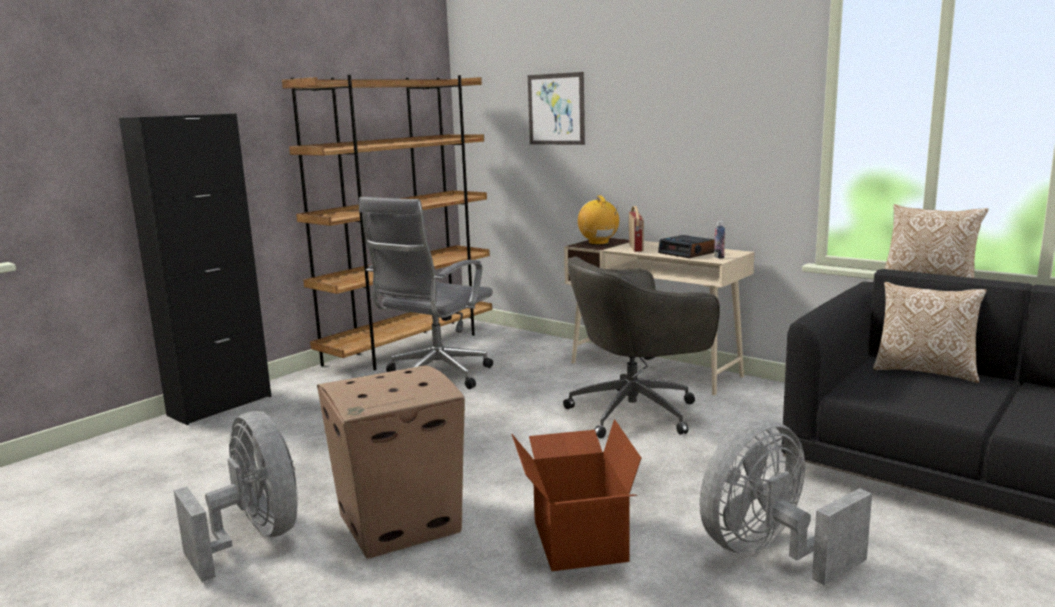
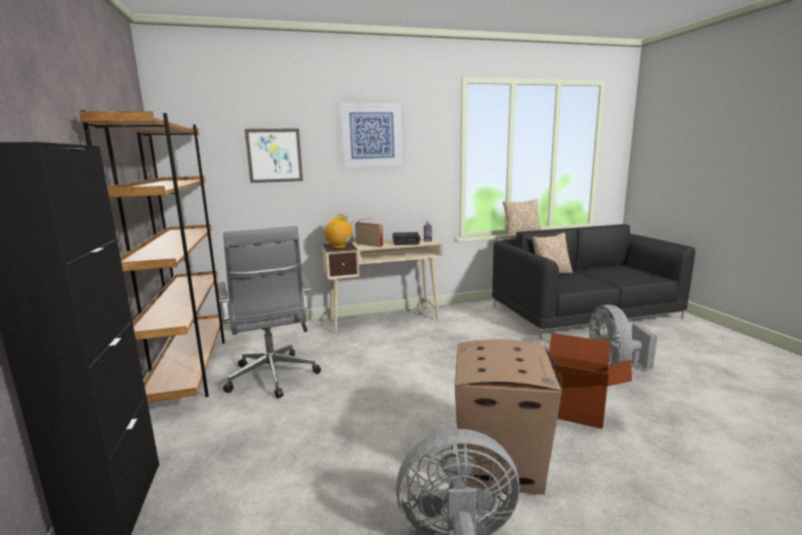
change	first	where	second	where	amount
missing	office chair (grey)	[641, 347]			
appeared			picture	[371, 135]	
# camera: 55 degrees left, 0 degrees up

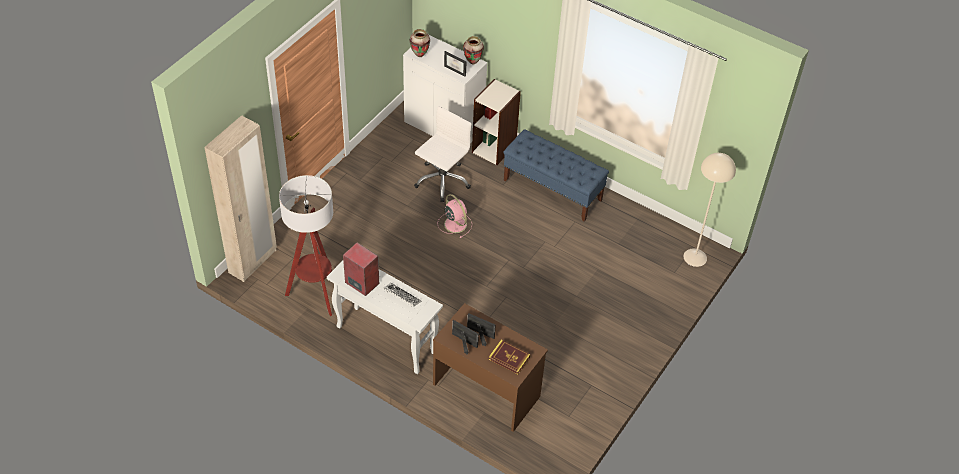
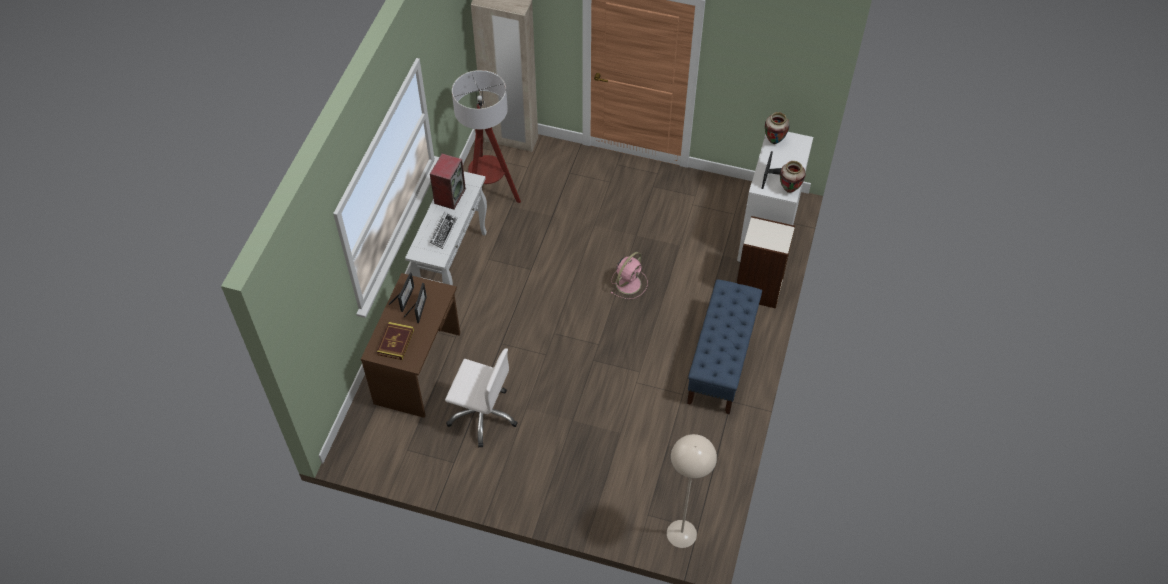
change	first	where	second	where	amount
relocated	office chair (white)	[442, 154]		[481, 397]	
# camera: 75 degrees right, 5 degrees up

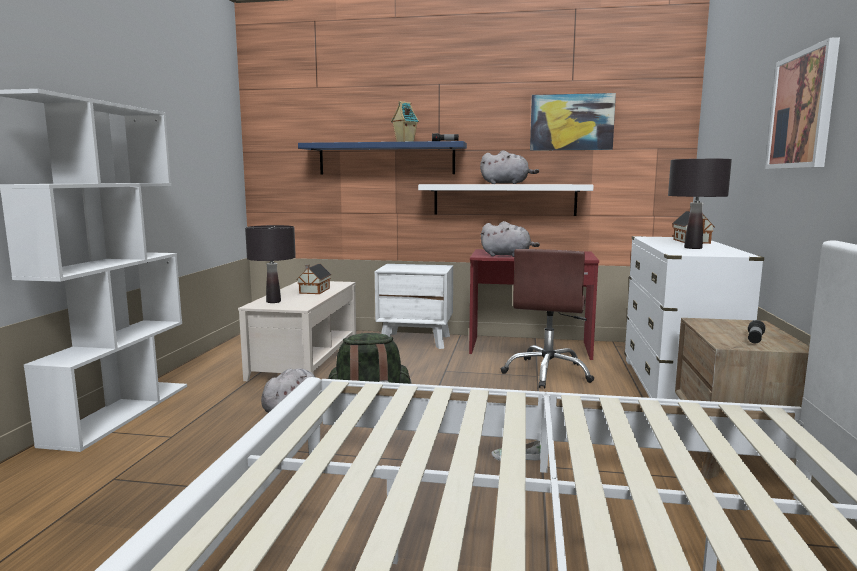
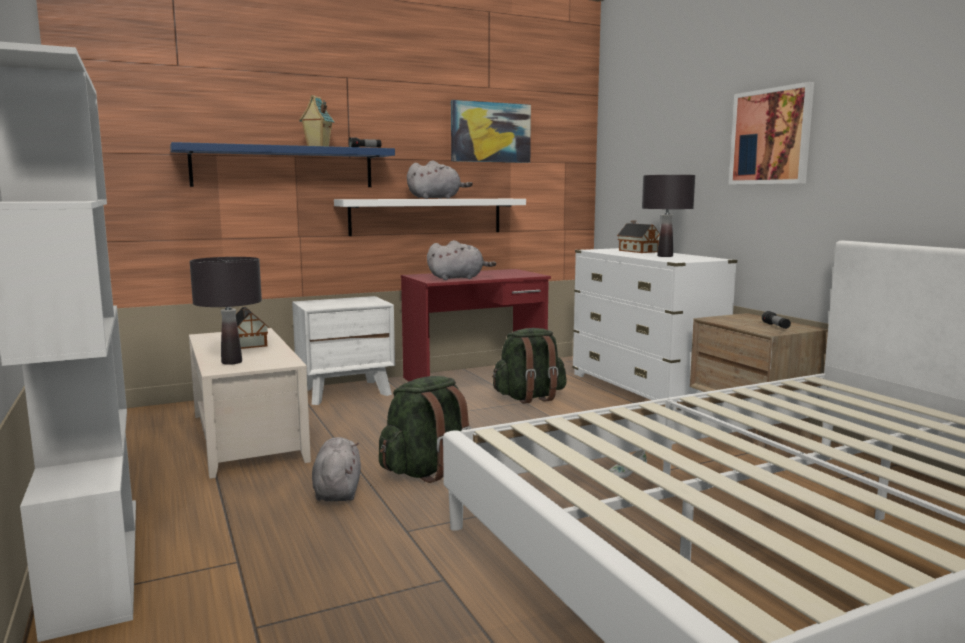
change	first	where	second	where	amount
exchanged	office chair (brown)	[547, 318]	backpack (green)	[529, 366]	
# camera: 35 degrees left, 0 degrees up

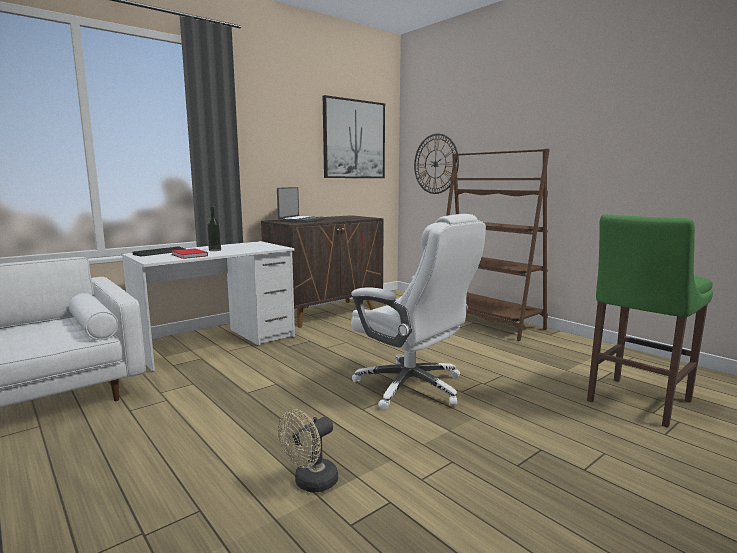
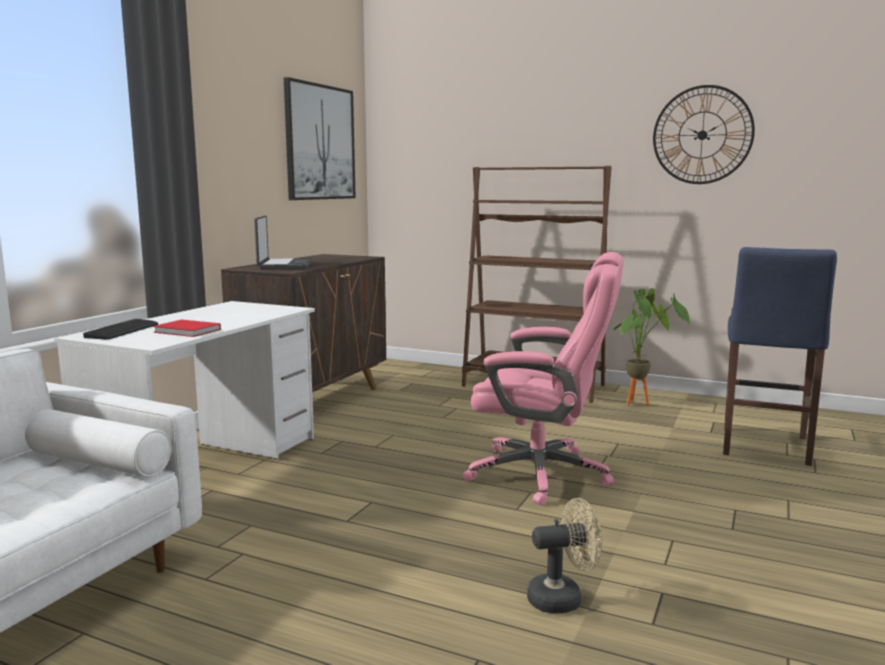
change	first	where	second	where	amount
missing	bottle	[214, 228]			
appeared			potted plant	[652, 347]	
relocated	wall clock	[436, 163]		[704, 134]	
colour	office chair (white)	[418, 312]	office chair (pink)	[543, 379]	
colour	stool (green)	[650, 321]	stool (blue)	[780, 356]	
spun	fan (beige)	[308, 450]		[564, 556]	120 degrees counterclockwise
# camera: 25 degrees left, 0 degrees up

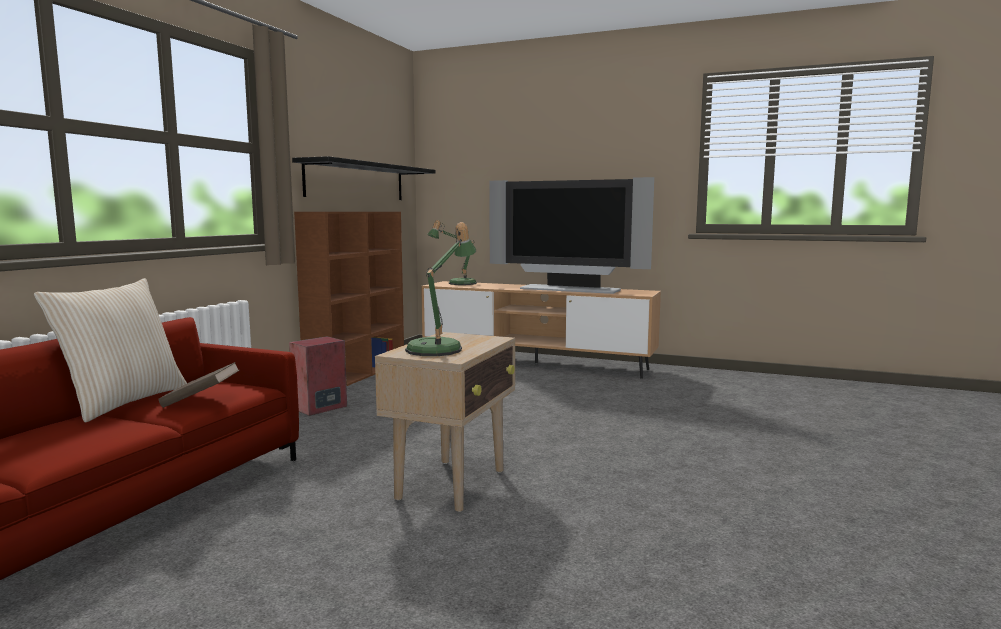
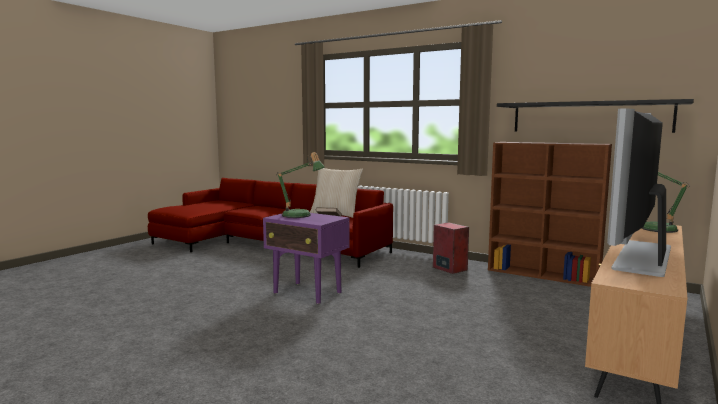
change	first	where	second	where	amount
colour	side table (beige)	[445, 422]	side table (purple)	[306, 258]	
# camera: 100 degrees right, 0 degrees up

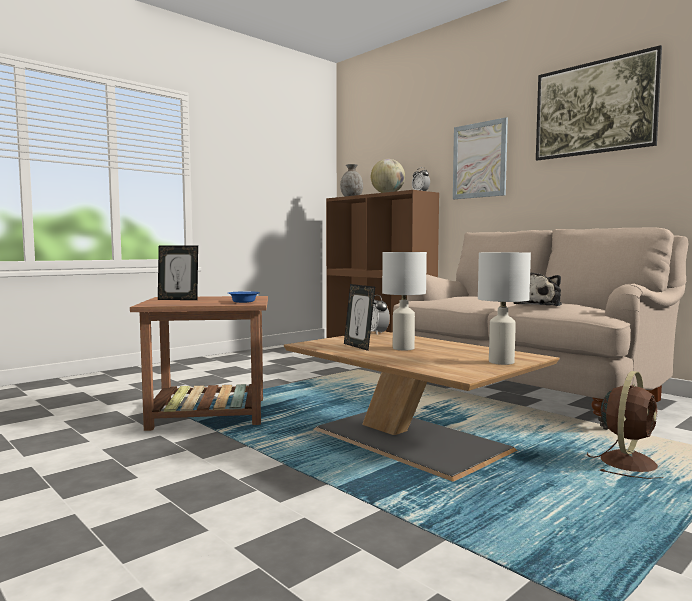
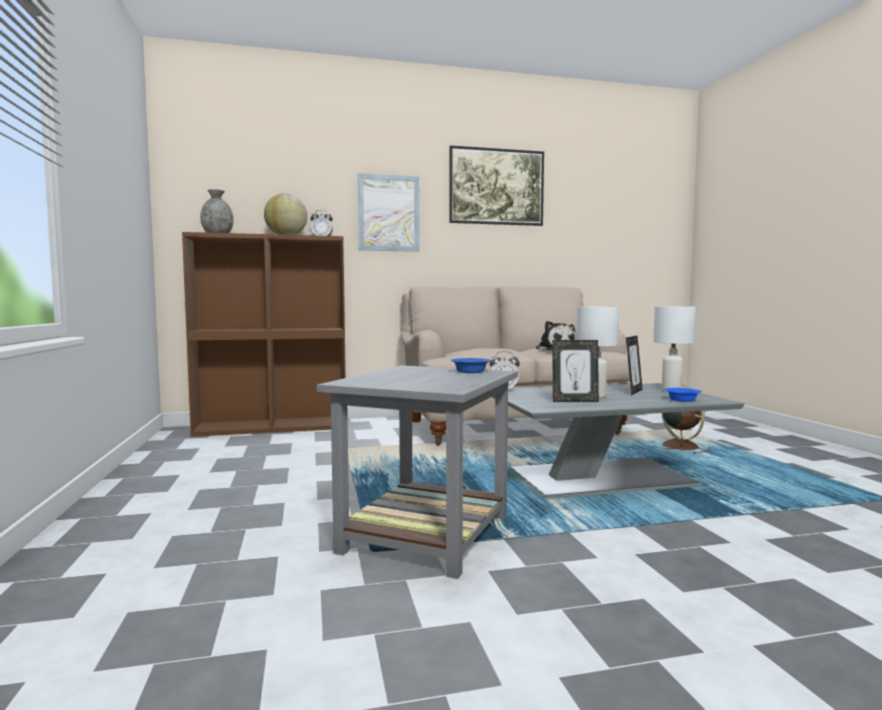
change	first	where	second	where	amount
appeared			bowl (blue)	[683, 395]	
relocated	picture frame	[178, 273]		[634, 365]	
colour	side table (brown)	[199, 363]	side table (grey)	[417, 472]	
colour	coffee table (brown)	[421, 406]	coffee table (grey)	[618, 441]	
# camera: 60 degrees left, 0 degrees up

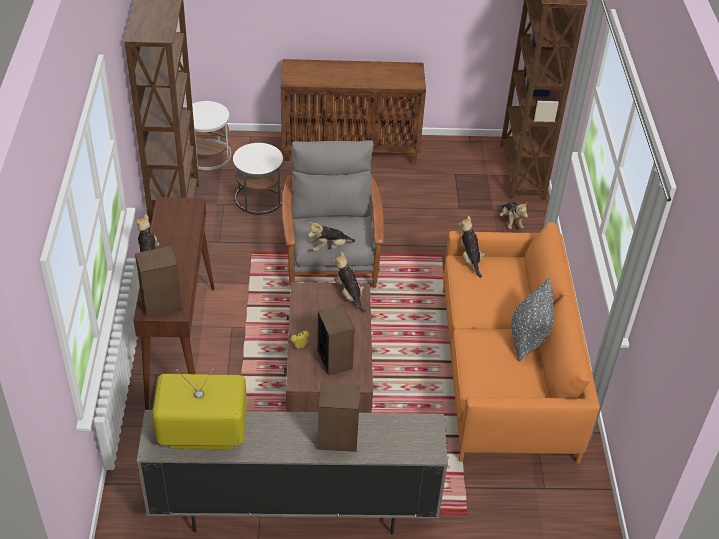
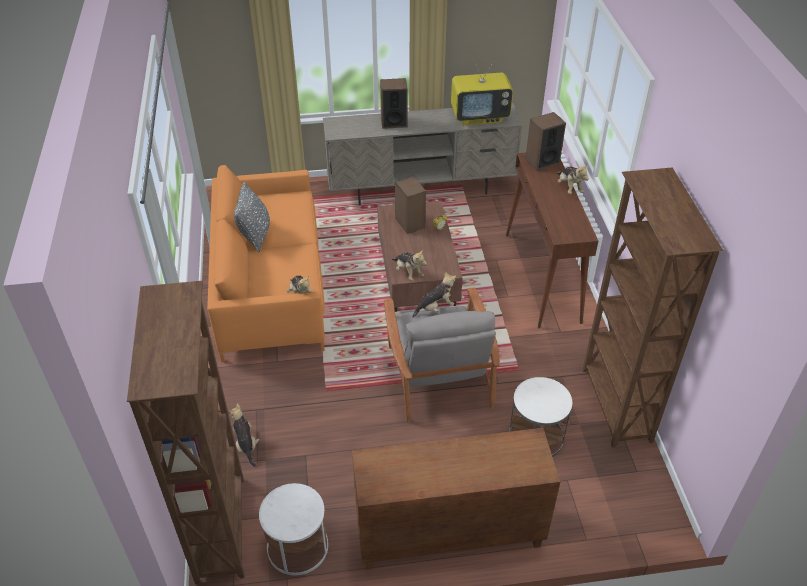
change	first	where	second	where	amount
relocated	side table (white)	[208, 135]		[293, 529]	
# camera: 175 degrees right, 0 degrees up

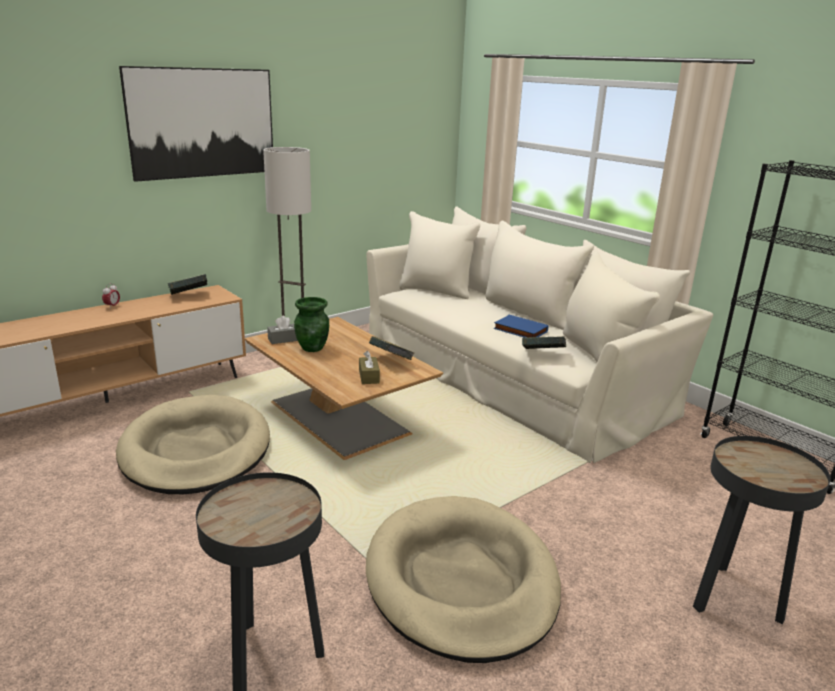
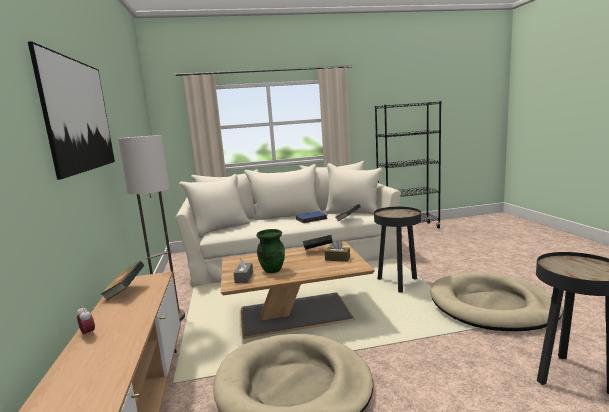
change	first	where	second	where	amount
relocated	side table (black)	[762, 530]		[397, 249]	
# camera: 60 degrees left, 10 degrees down

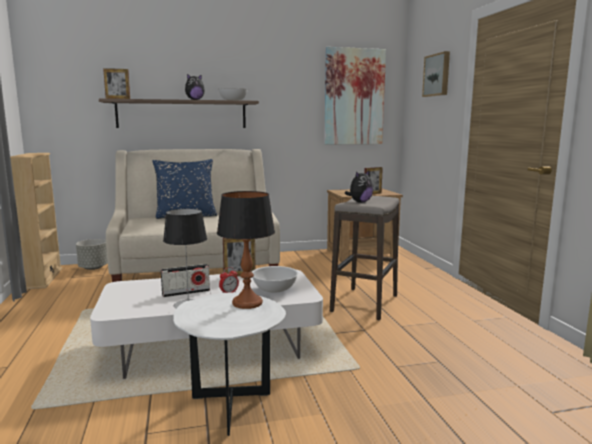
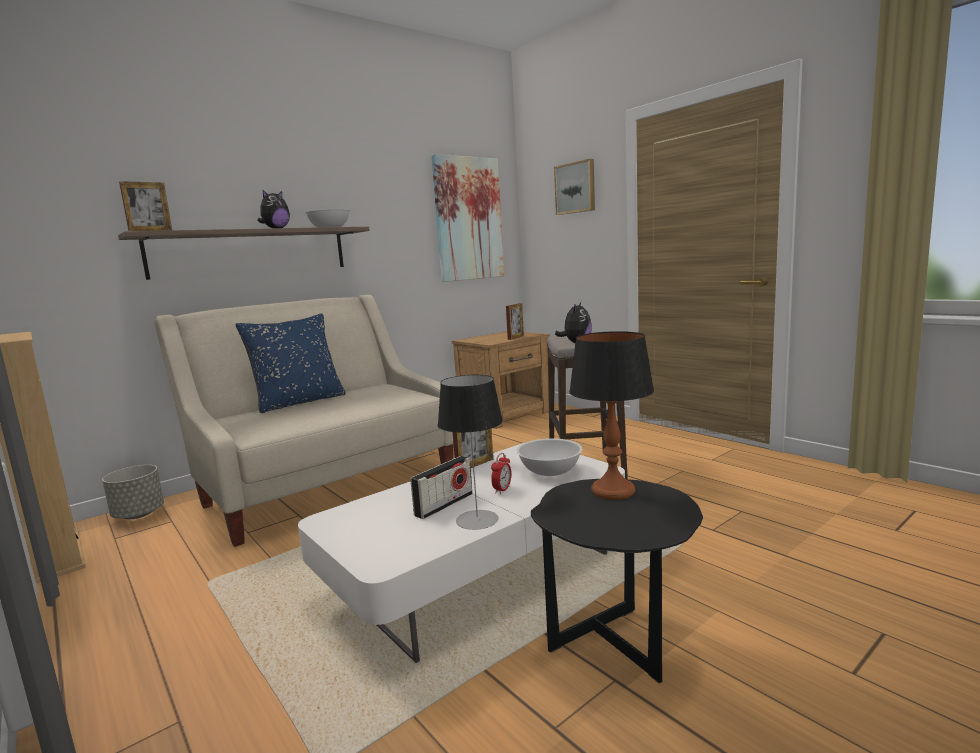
change	first	where	second	where	amount
colour	side table (white)	[229, 364]	side table (black)	[617, 581]	
# camera: 25 degrees left, 0 degrees up

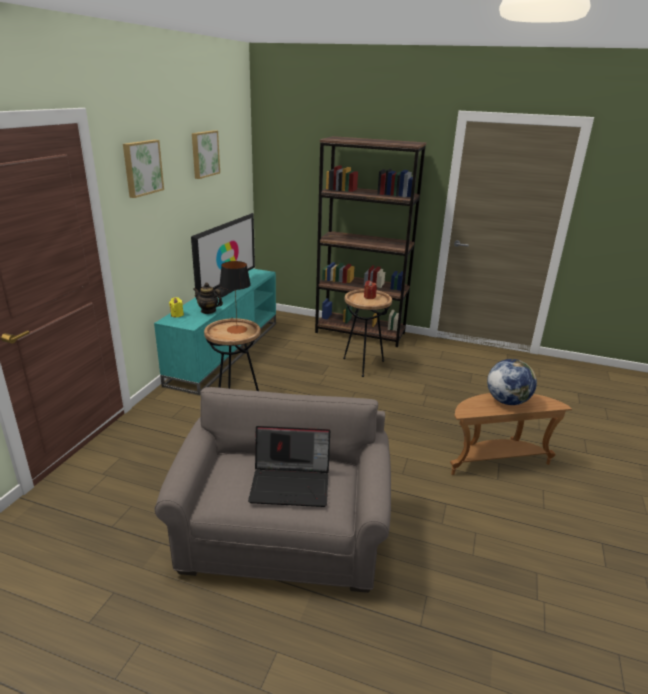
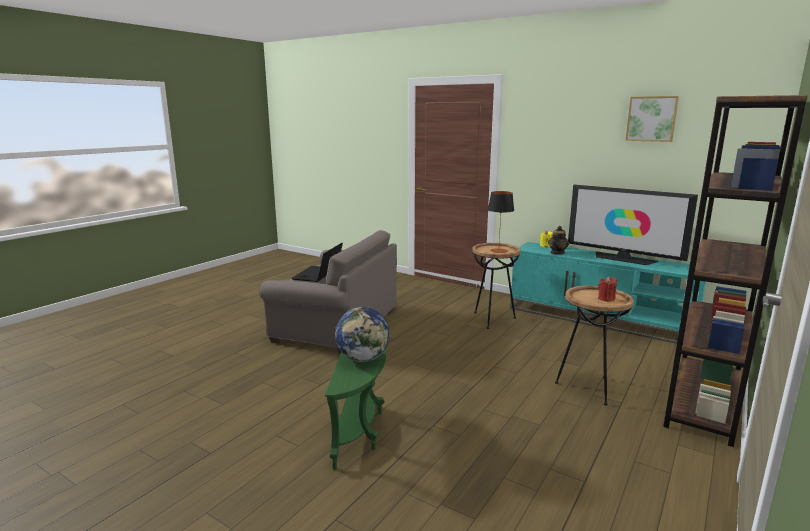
change	first	where	second	where	amount
missing	picture	[143, 169]			
colour	side table (brown)	[511, 434]	side table (green)	[355, 409]	
# camera: 105 degrees right, 10 degrees down

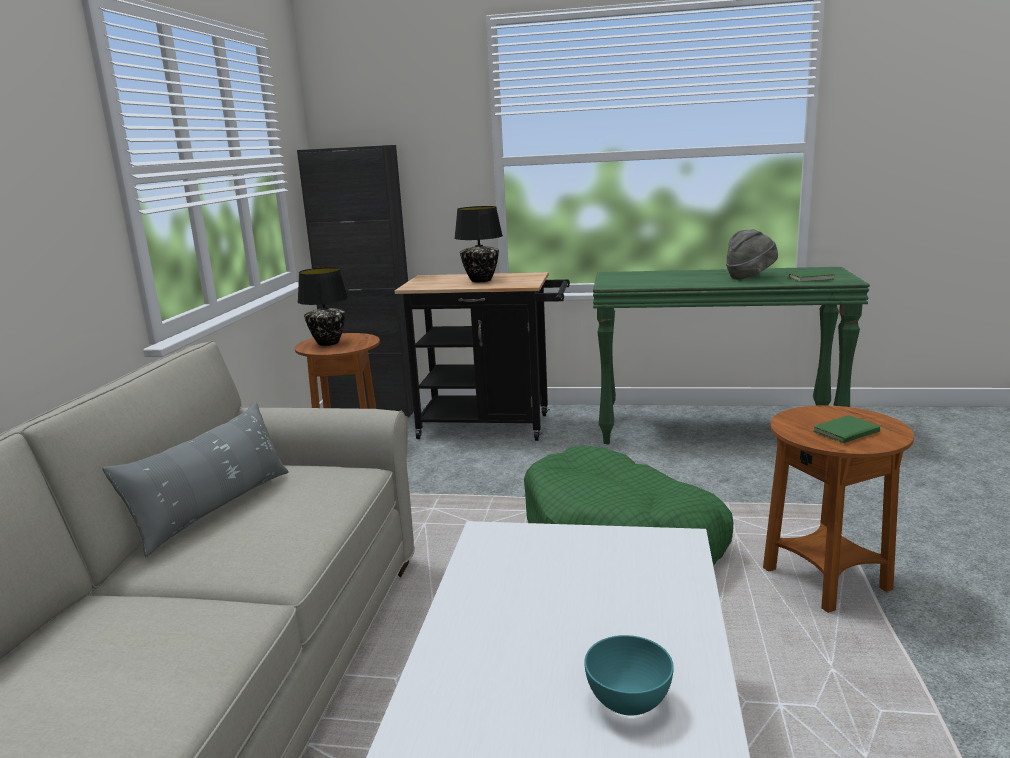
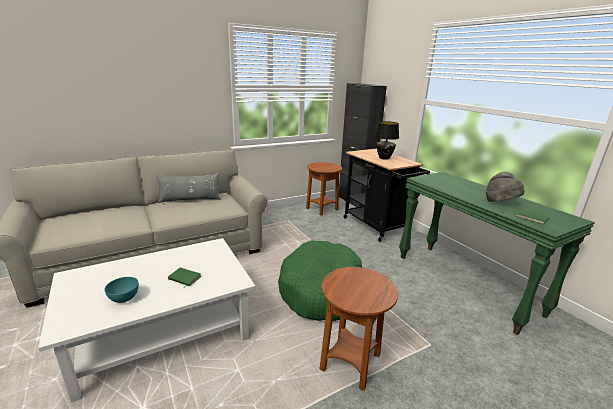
change	first	where	second	where	amount
missing	table lamp (black)	[323, 306]			
relocated	book (green)	[851, 429]		[184, 277]	
# camera: 50 degrees right, 5 degrees up

